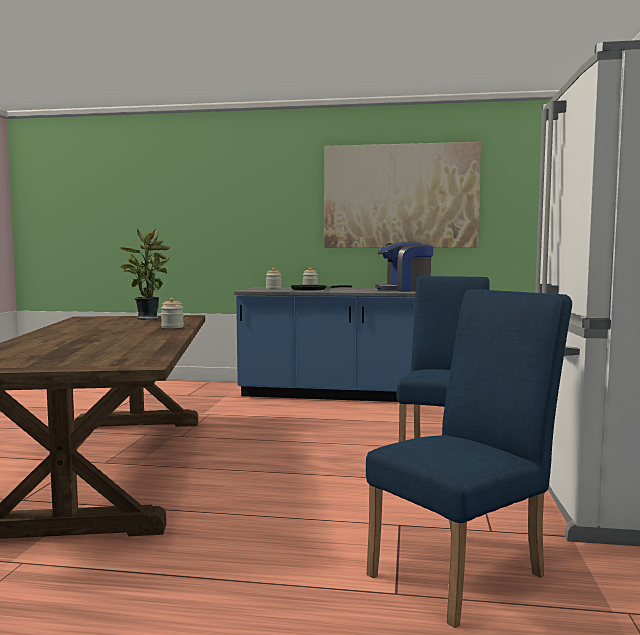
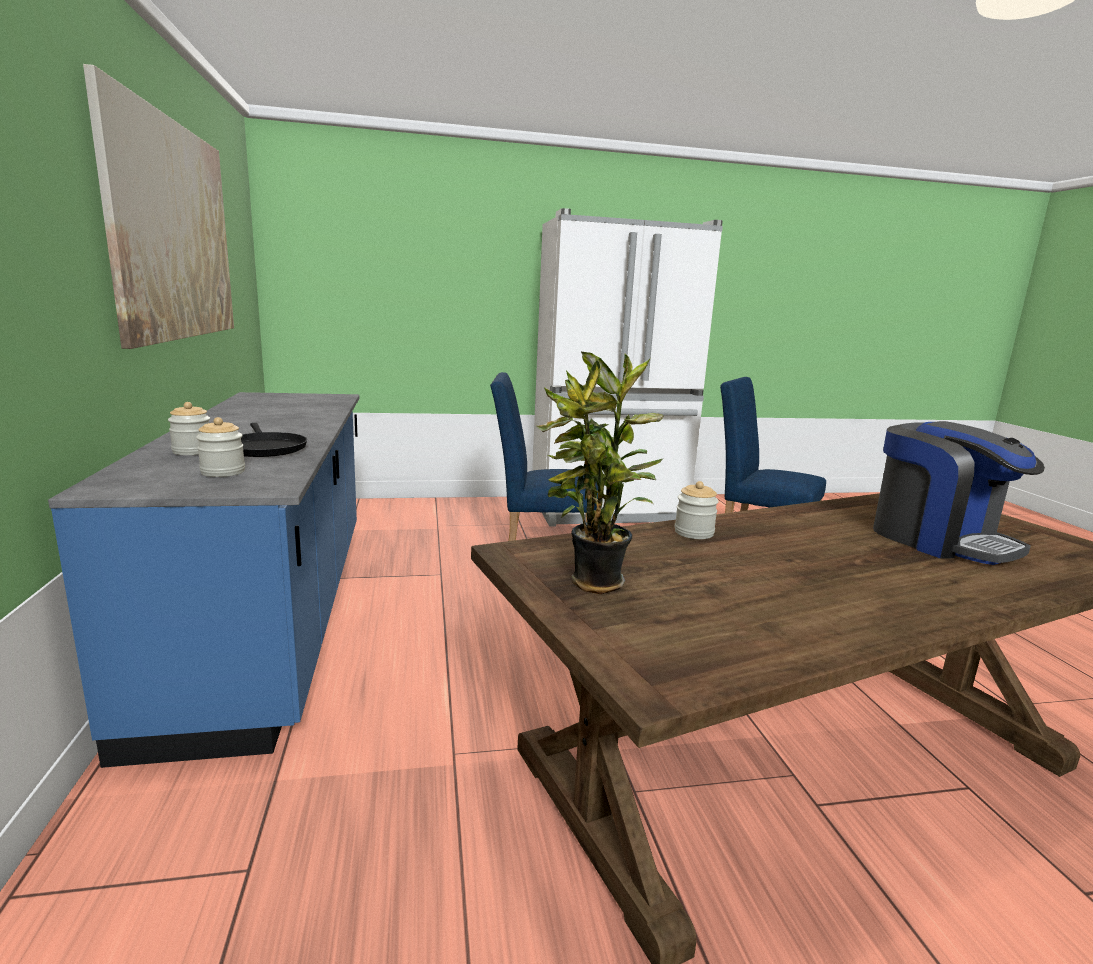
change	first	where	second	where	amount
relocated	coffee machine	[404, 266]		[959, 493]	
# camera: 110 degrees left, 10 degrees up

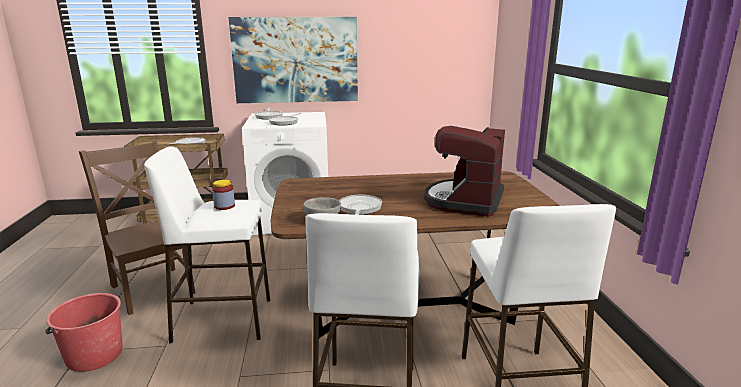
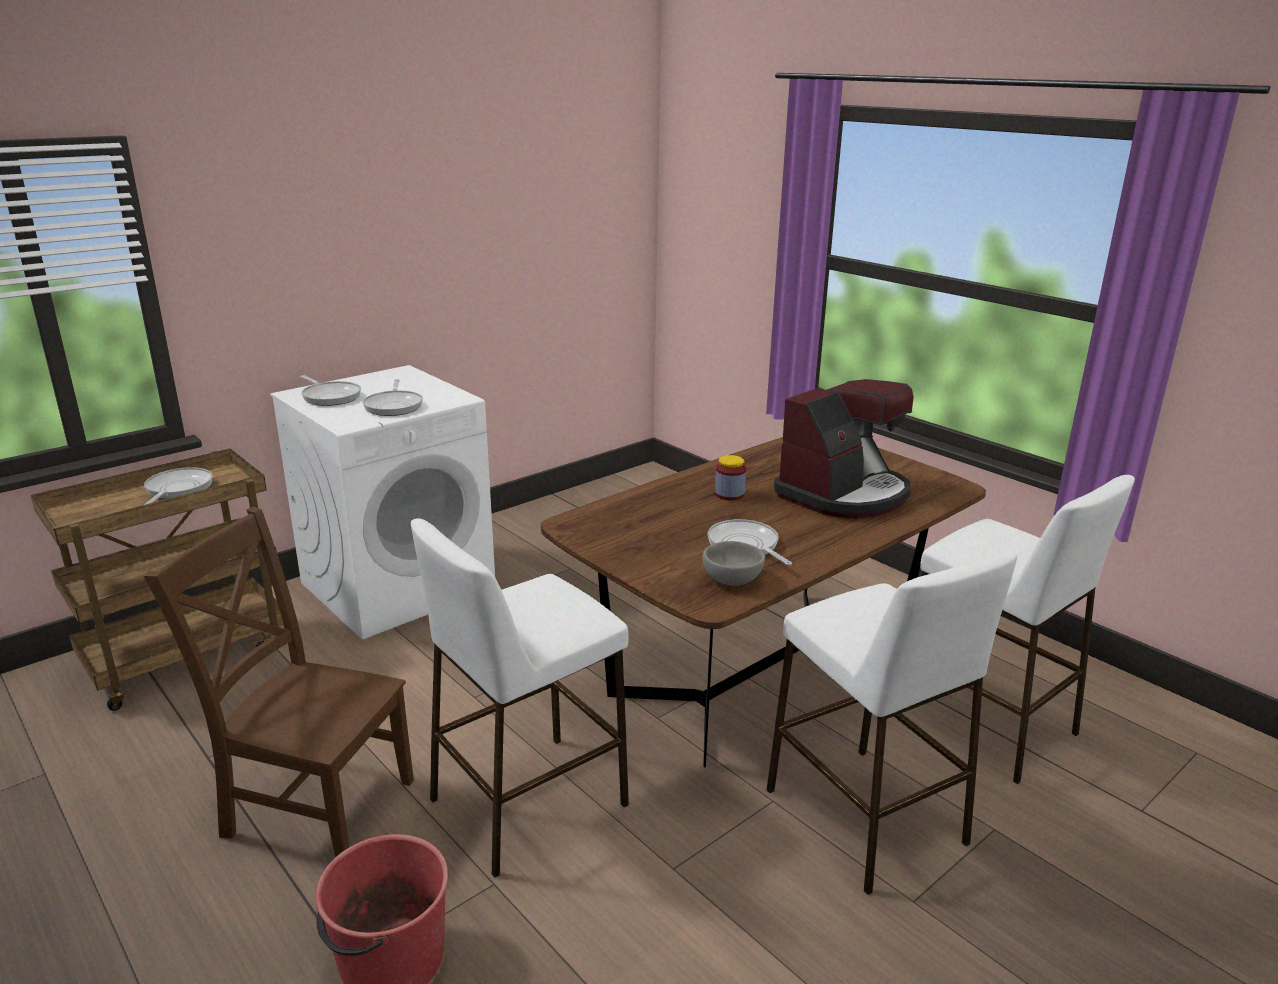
change	first	where	second	where	amount
missing	picture	[293, 60]			
relocated	jar	[223, 195]		[730, 477]	
spun	coffee machine	[464, 171]		[844, 448]	120 degrees counterclockwise
# camera: 35 degrees left, 5 degrees up

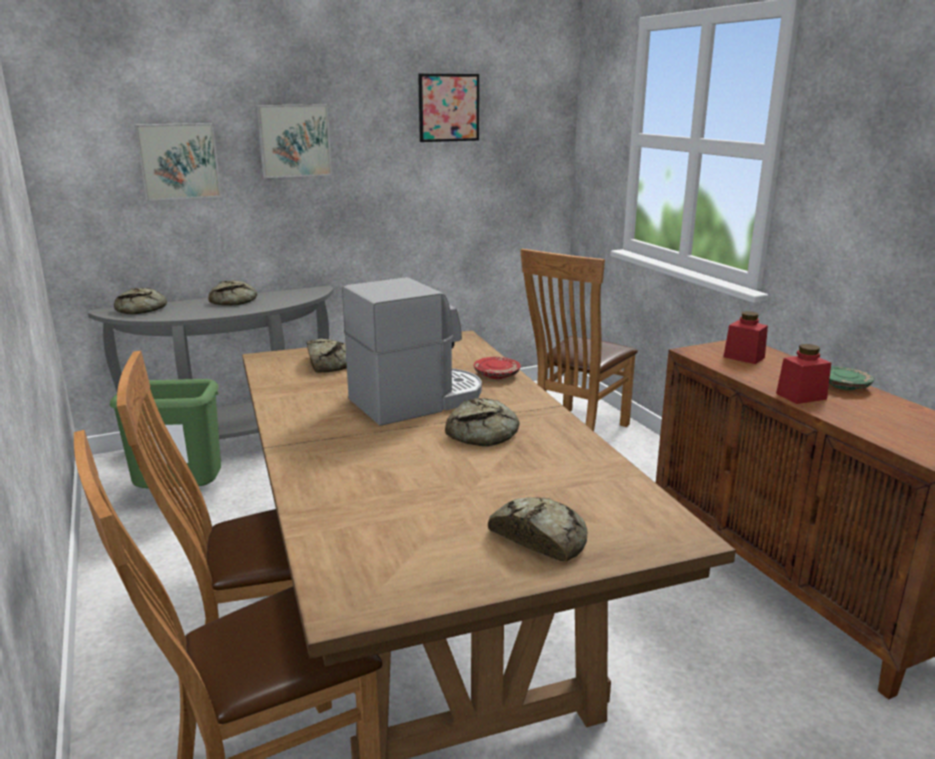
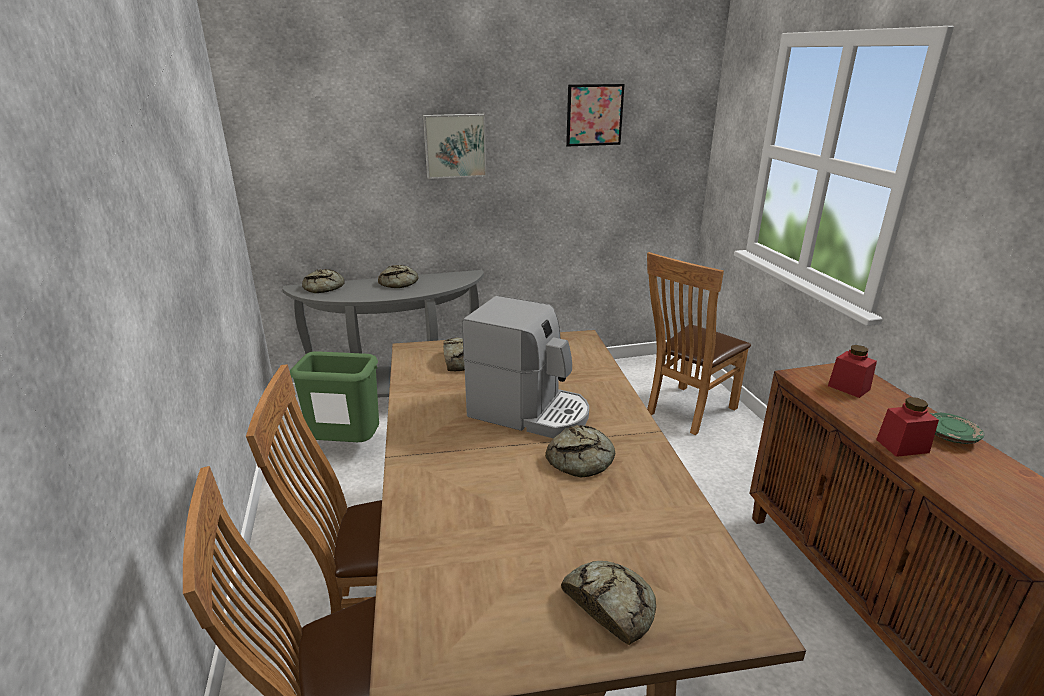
change	first	where	second	where	amount
missing	picture	[178, 162]			
missing	plate (red)	[497, 368]			
spun	coffee machine	[412, 351]		[525, 367]	45 degrees clockwise
# camera: 10 degrees right, 5 degrees up

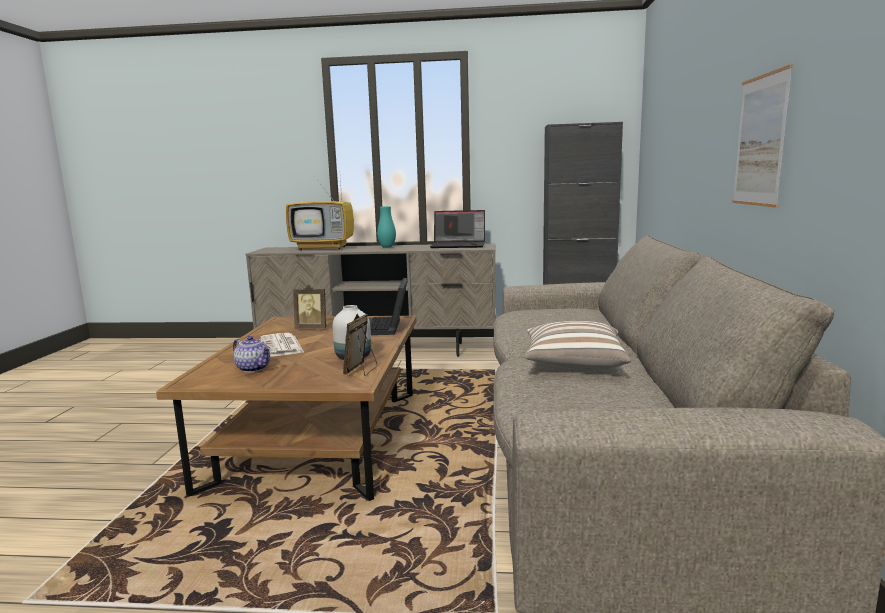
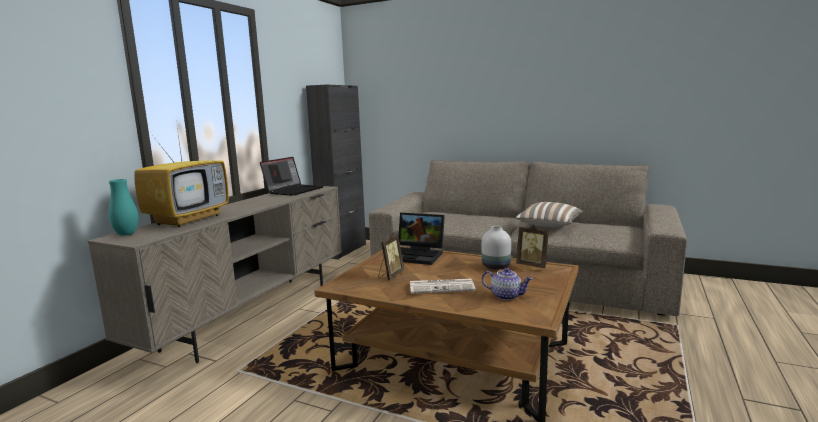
change	first	where	second	where	amount
missing	picture	[762, 136]			
relocated	vase (turquoise)	[386, 227]		[123, 207]	
spun	teapot	[252, 354]		[507, 284]	60 degrees clockwise
# camera: 70 degrees left, 0 degrees up

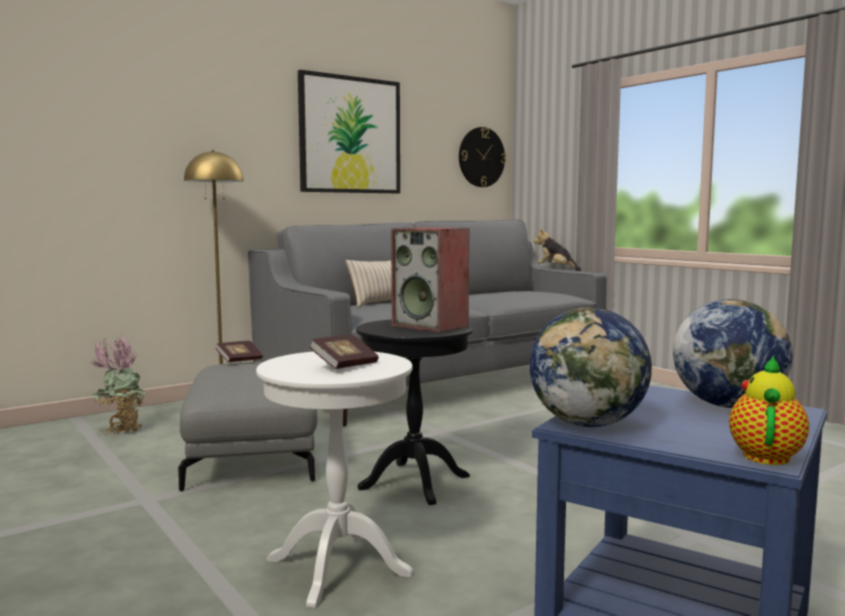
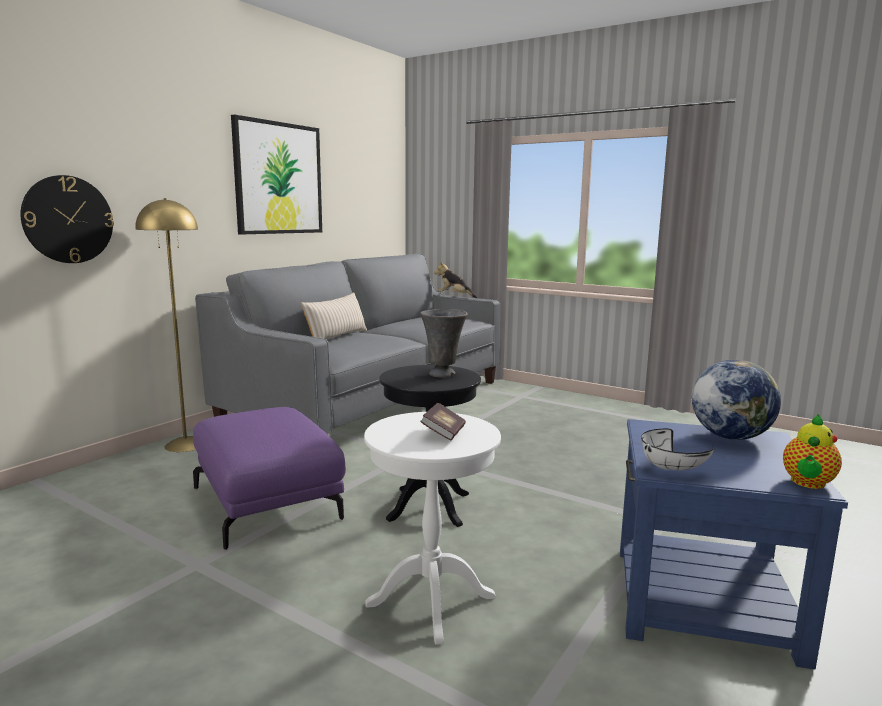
change	first	where	second	where	amount
missing	potted plant	[118, 384]			
missing	book	[239, 351]			
relocated	wall clock	[482, 157]		[67, 219]	
exchanged	speaker	[430, 280]	vase (grey)	[444, 343]	
exchanged	globe	[591, 367]	bowl (white)	[678, 449]	
colour	ottoman (grey)	[248, 427]	ottoman (purple)	[269, 478]	
spun	teapot	[769, 410]		[812, 451]	150 degrees counterclockwise
# camera: 20 degrees left, 5 degrees up

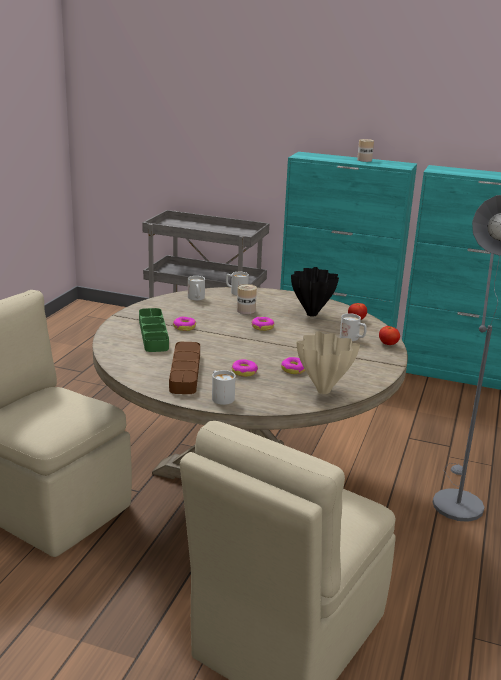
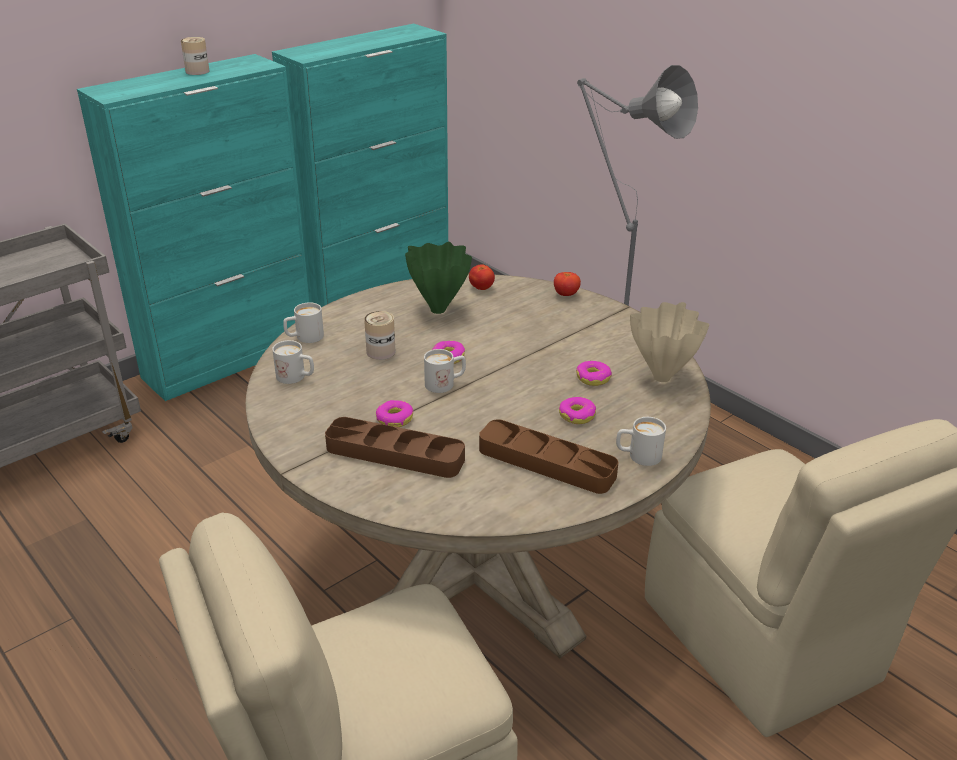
change	first	where	second	where	amount
relocated	mug (white)	[353, 327]		[445, 371]	
colour	tray (green)	[154, 330]	tray (brown)	[395, 447]	
colour	vase (black)	[315, 292]	vase (green)	[438, 278]	
# camera: 60 degrees left, 10 degrees up

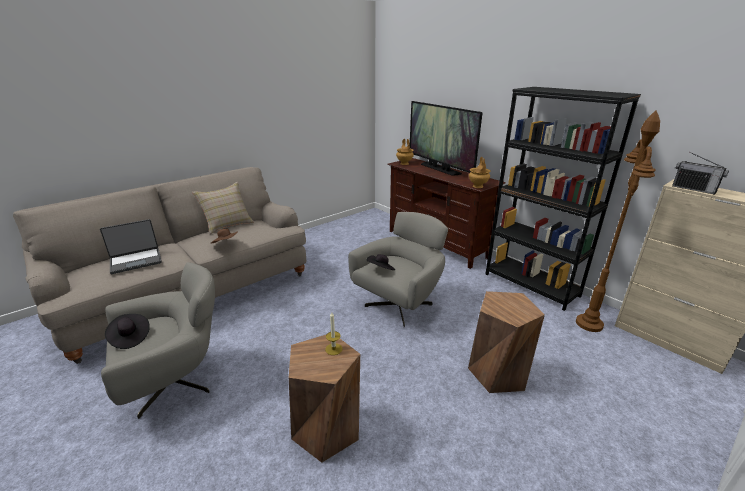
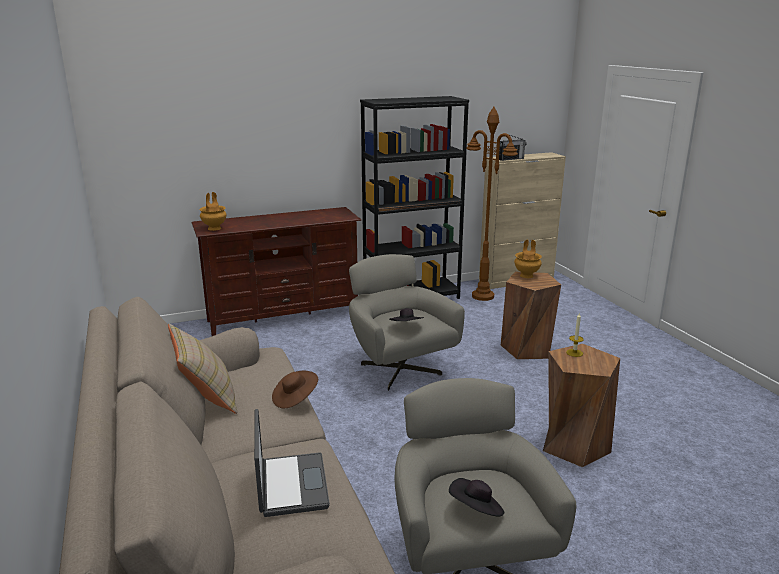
change	first	where	second	where	amount
missing	television	[446, 138]			
relocated	vase (brown)	[480, 172]		[528, 258]	
# camera: 70 degrees left, 5 degrees down

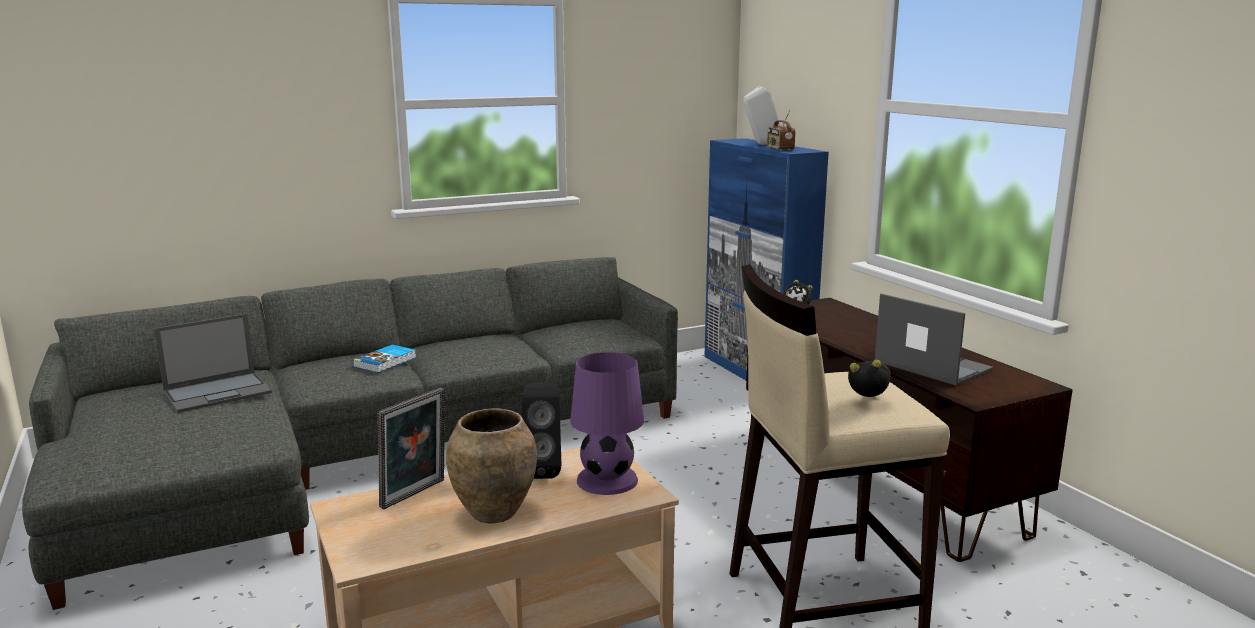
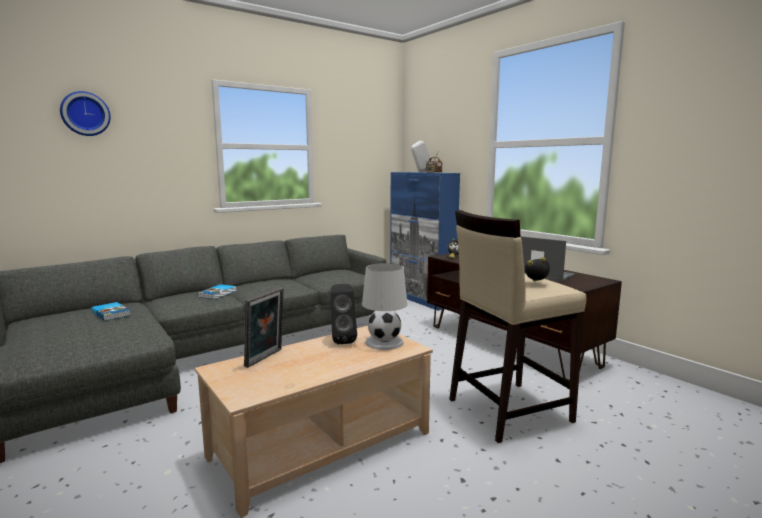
change	first	where	second	where	amount
missing	vase (brown)	[491, 466]			
appeared			wall clock	[85, 113]	
exchanged	laptop	[213, 363]	book	[110, 311]	
colour	table lamp (purple)	[607, 423]	table lamp (white)	[384, 306]	
# camera: 10 degrees left, 5 degrees down

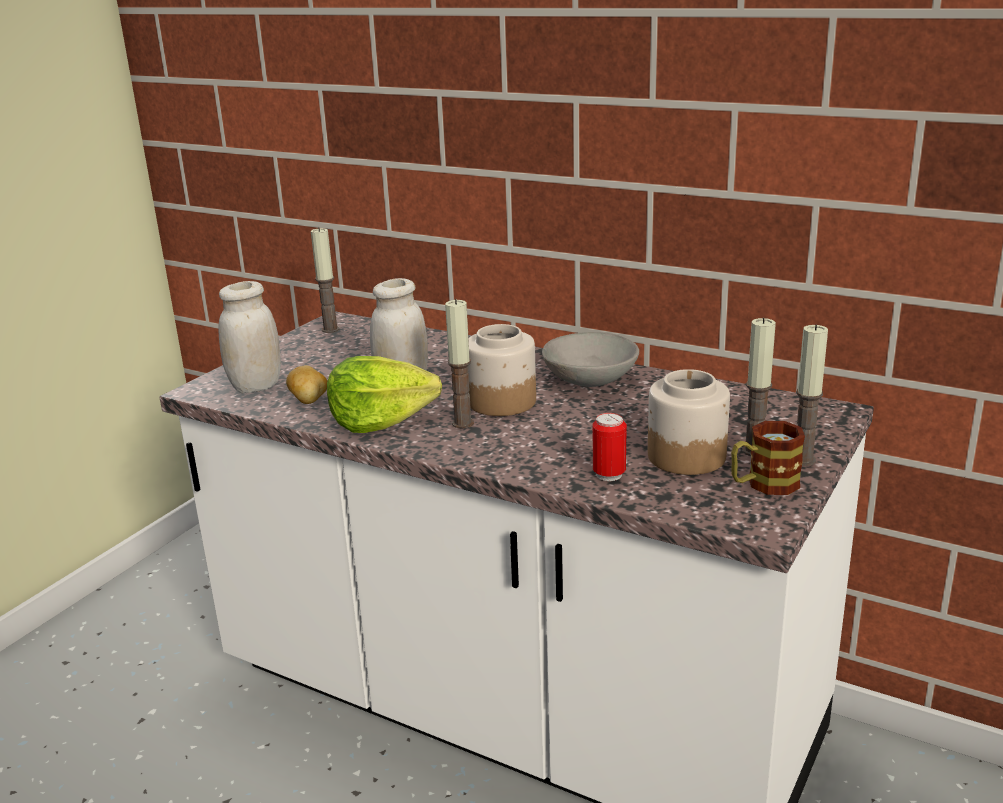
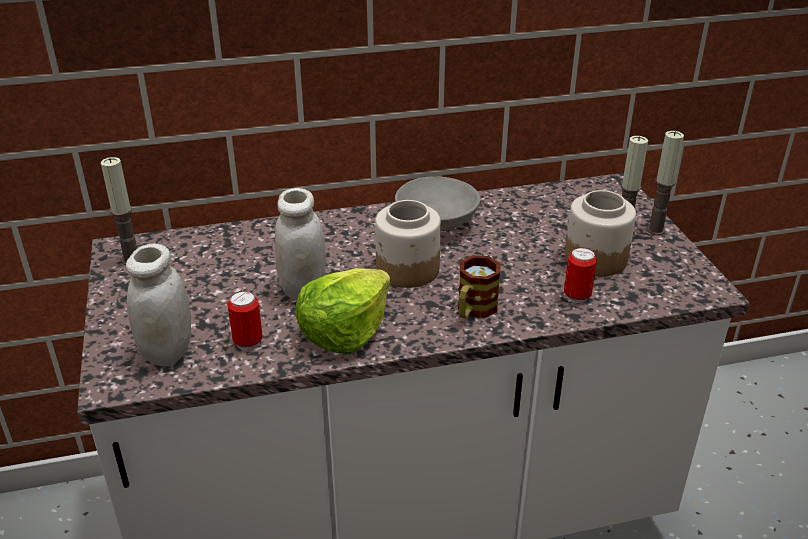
change	first	where	second	where	amount
missing	candle	[459, 363]			
relocated	mug	[768, 458]		[479, 286]	
exchanged	potato	[306, 384]	can	[245, 320]	
# camera: 45 degrees left, 10 degrees up

